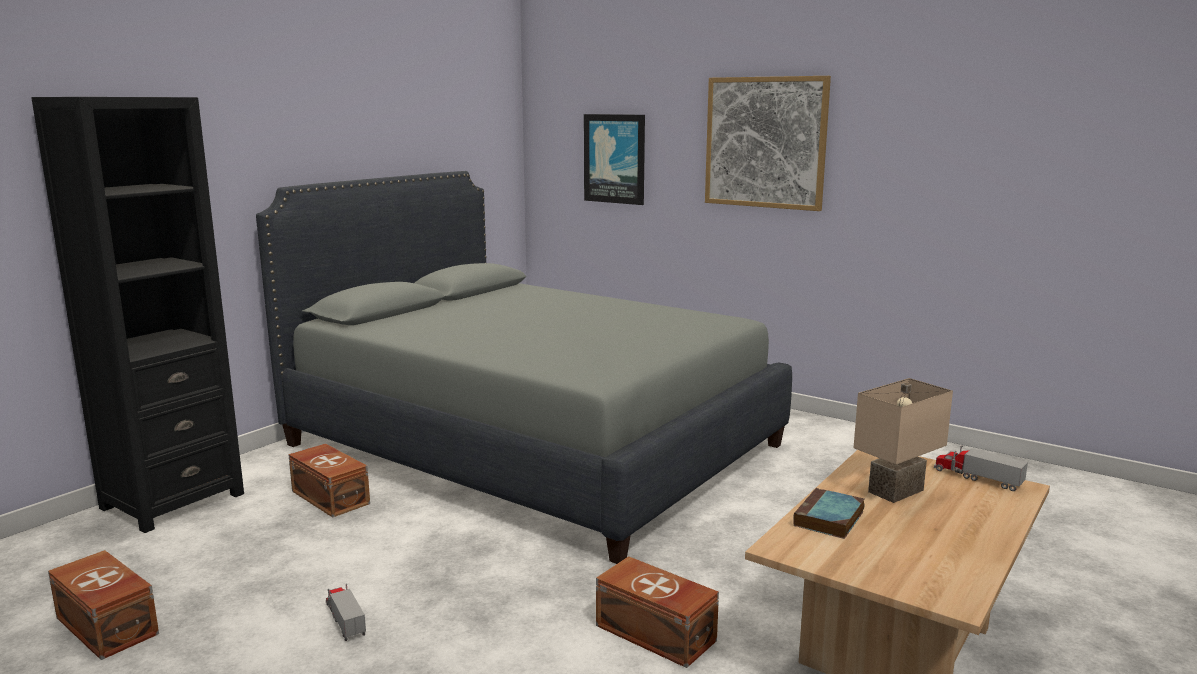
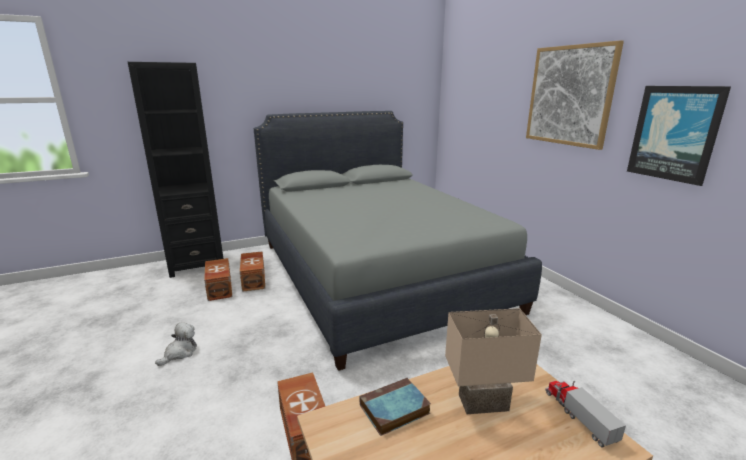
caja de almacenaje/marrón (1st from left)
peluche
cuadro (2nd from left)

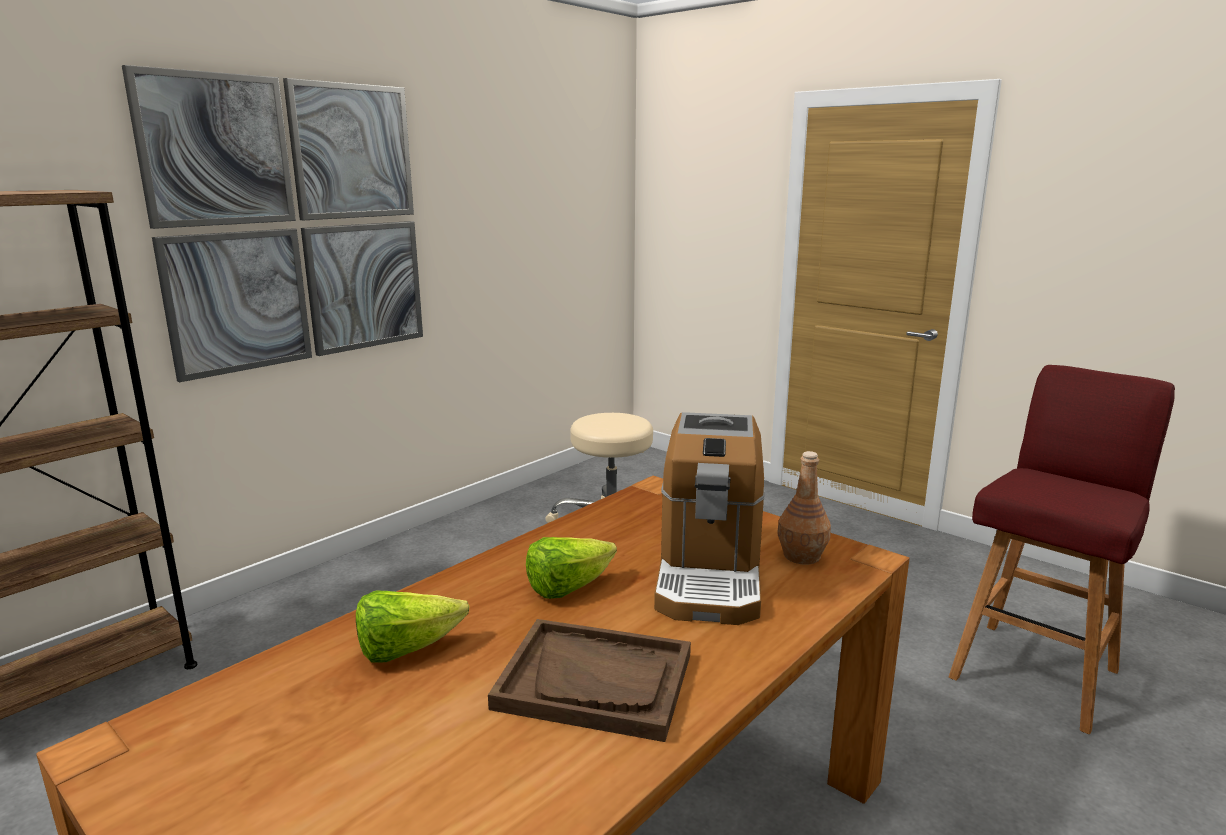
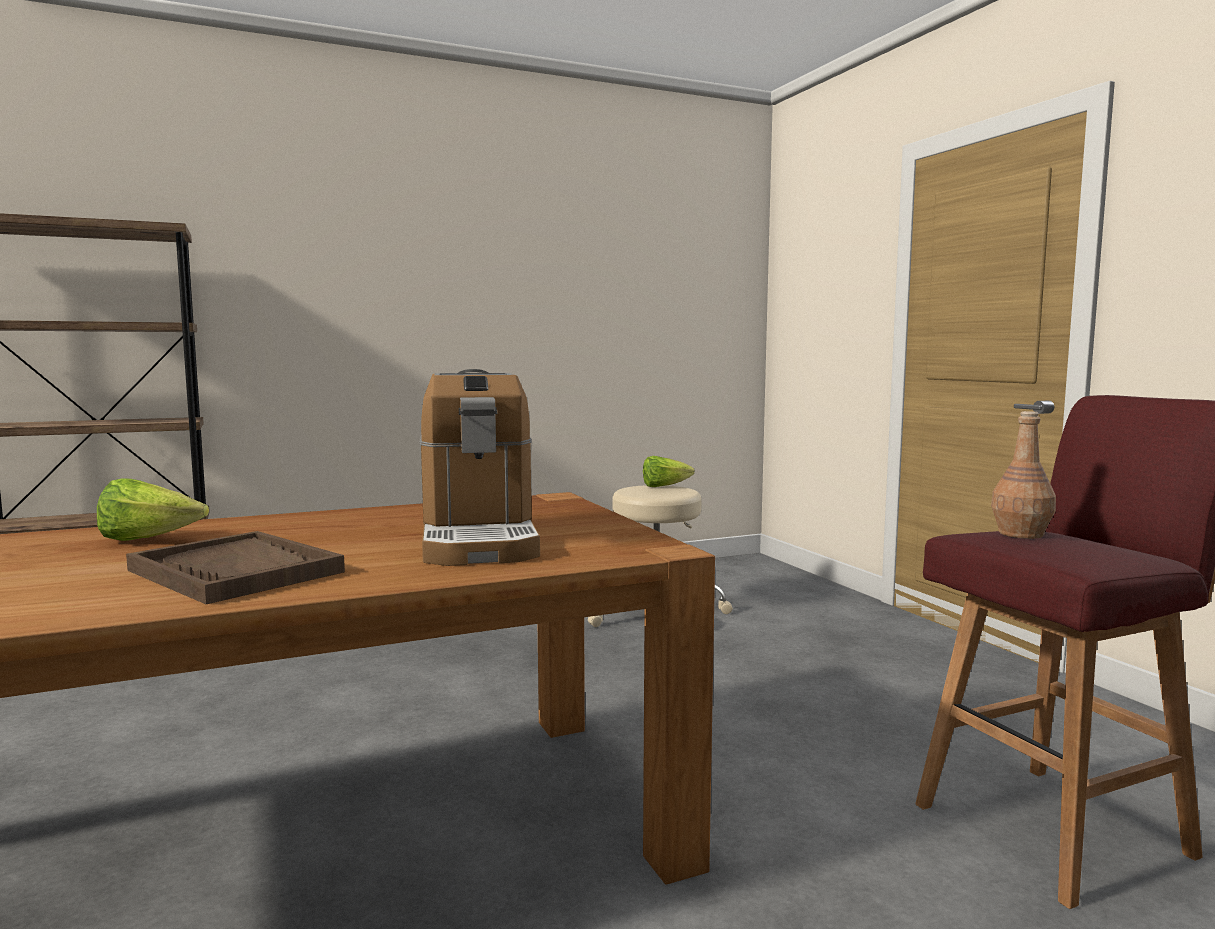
cuadro
lechuga (2nd from left)
cafetera
botella/marrón

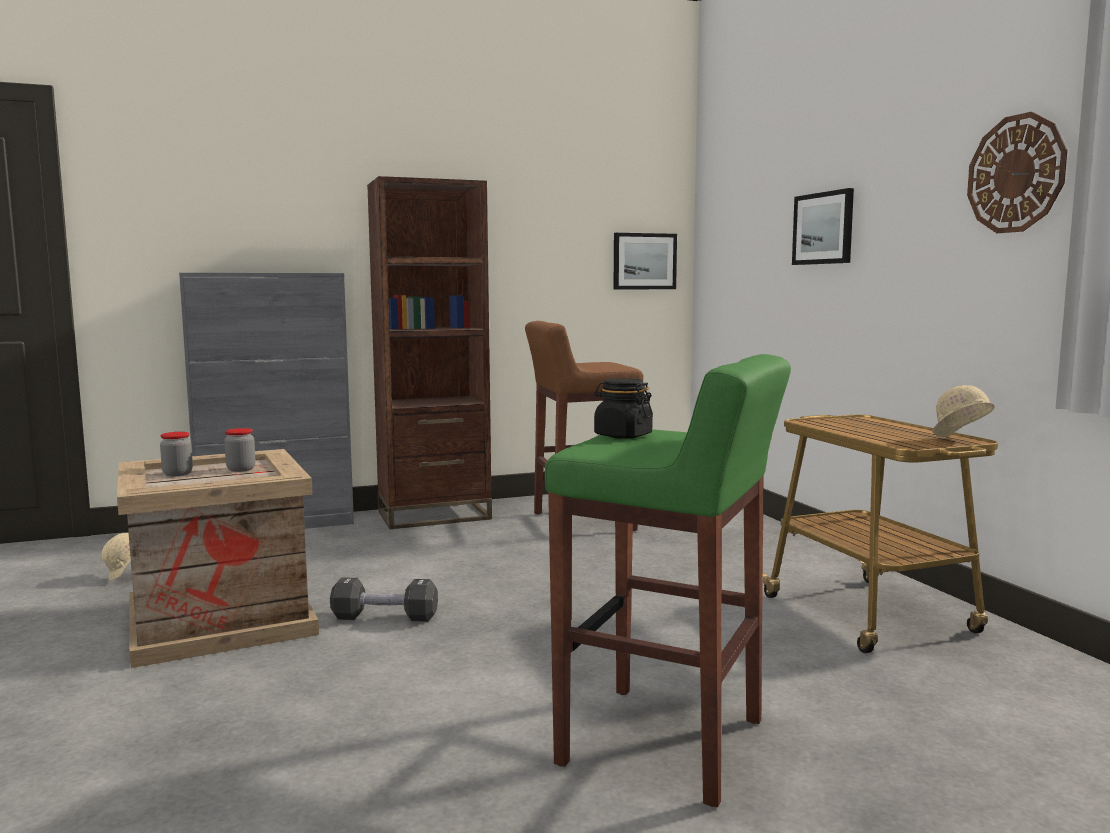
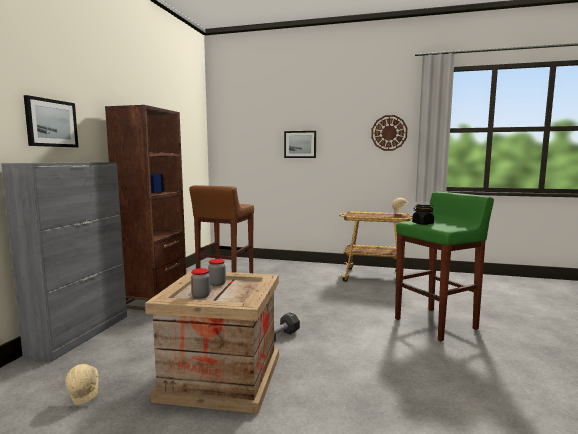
cuadro (1st from left)

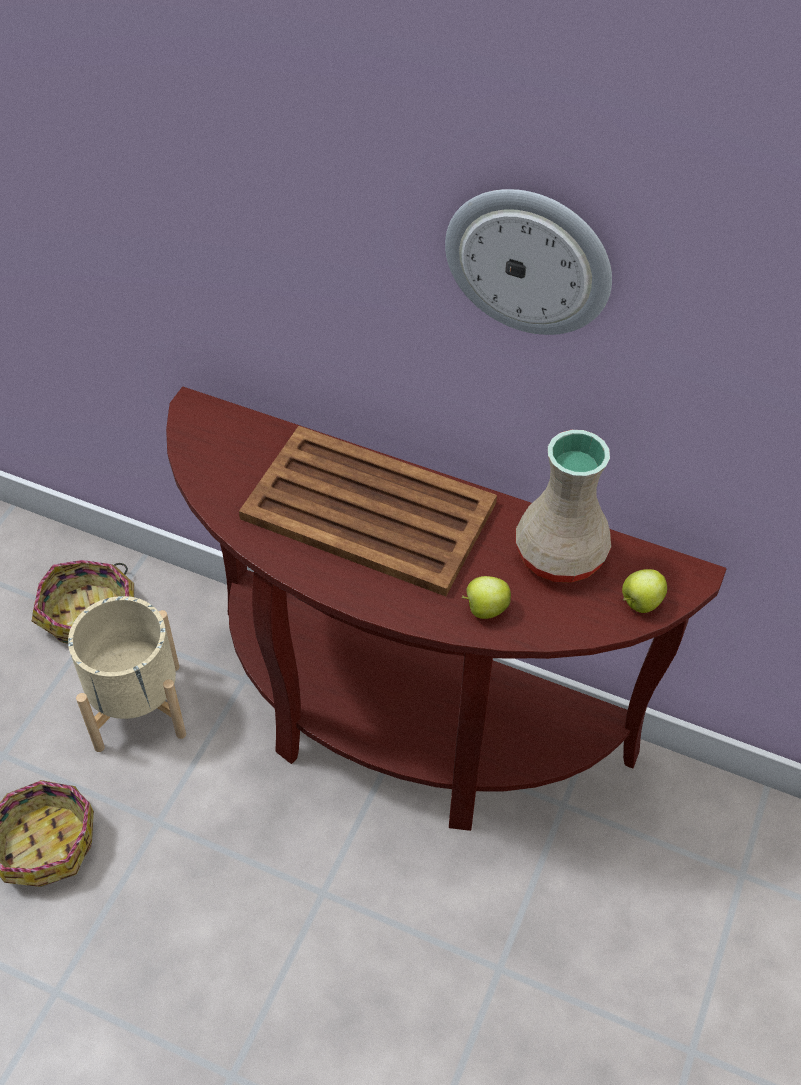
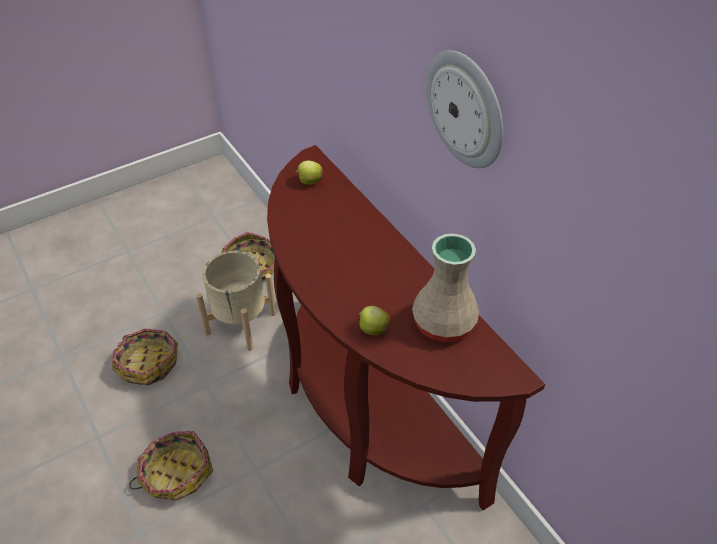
bandeja/marrón
manzana (1st from left)
cesta (2nd from left)

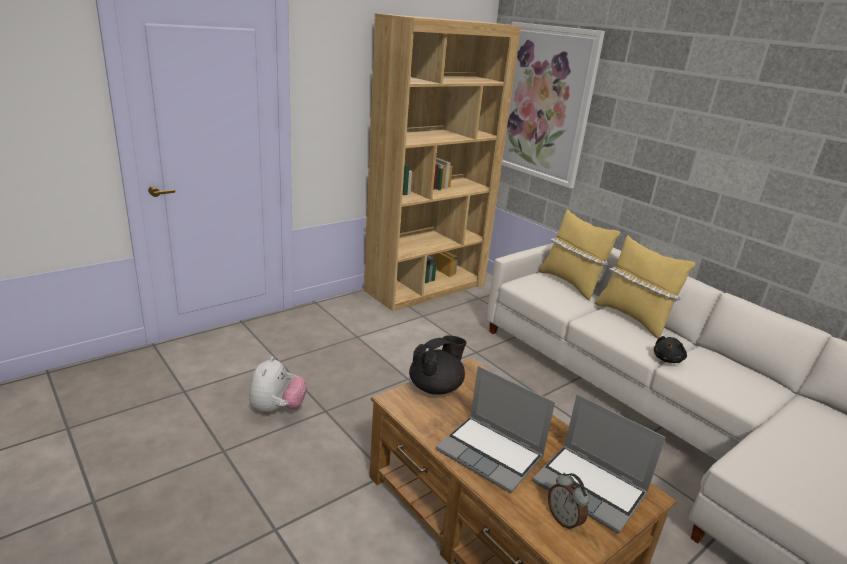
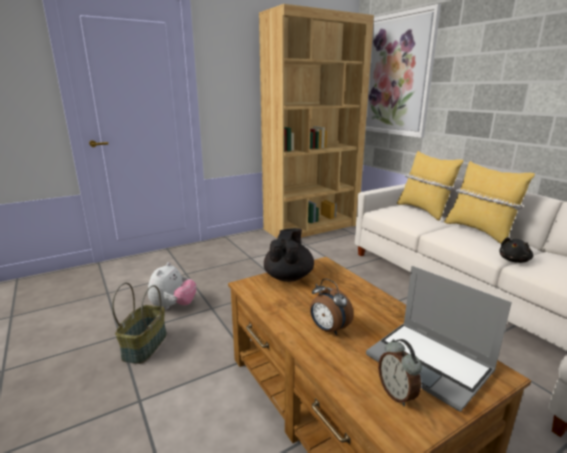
tetera/negro
despertador (1st from left)
cesta

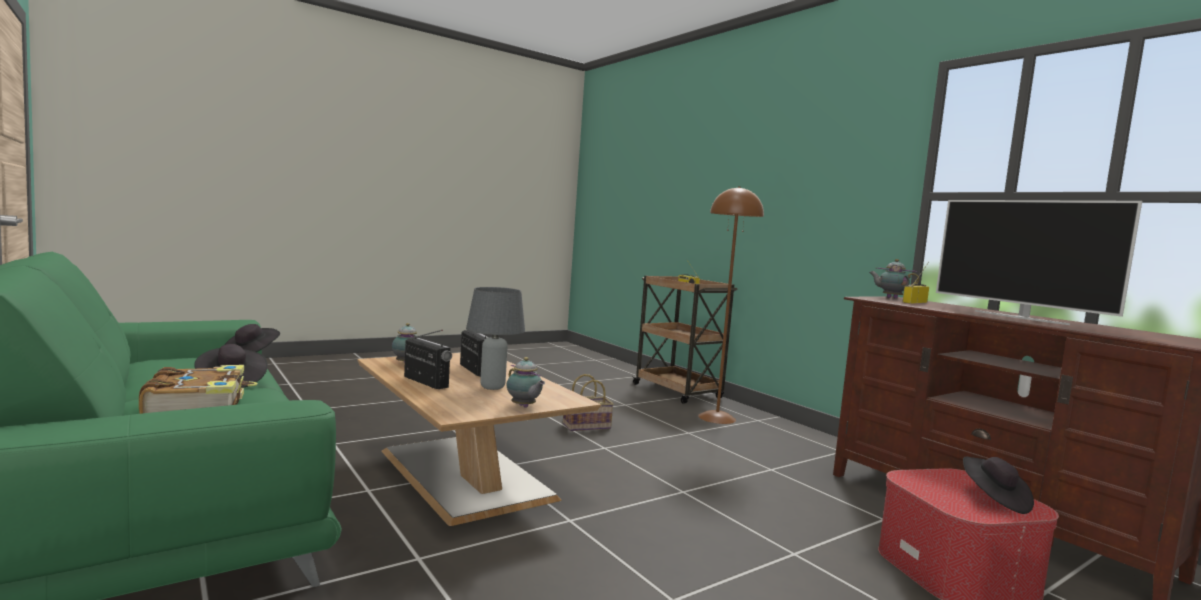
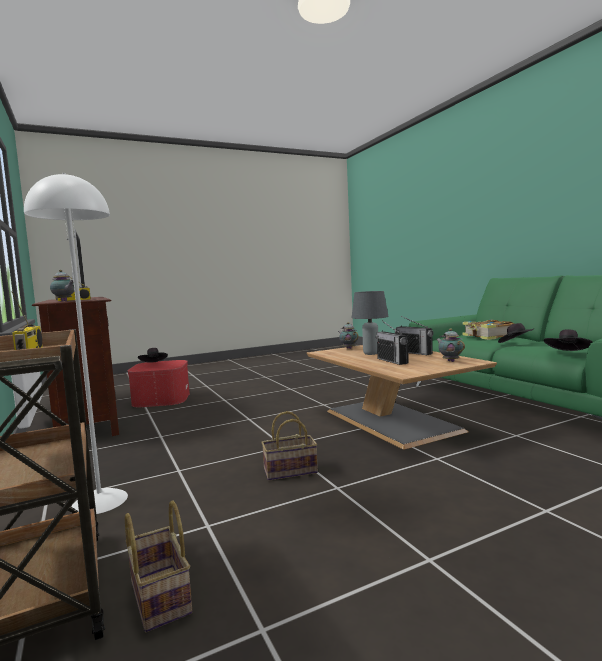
lámpara de pie/blanco
cesta (1st from left)

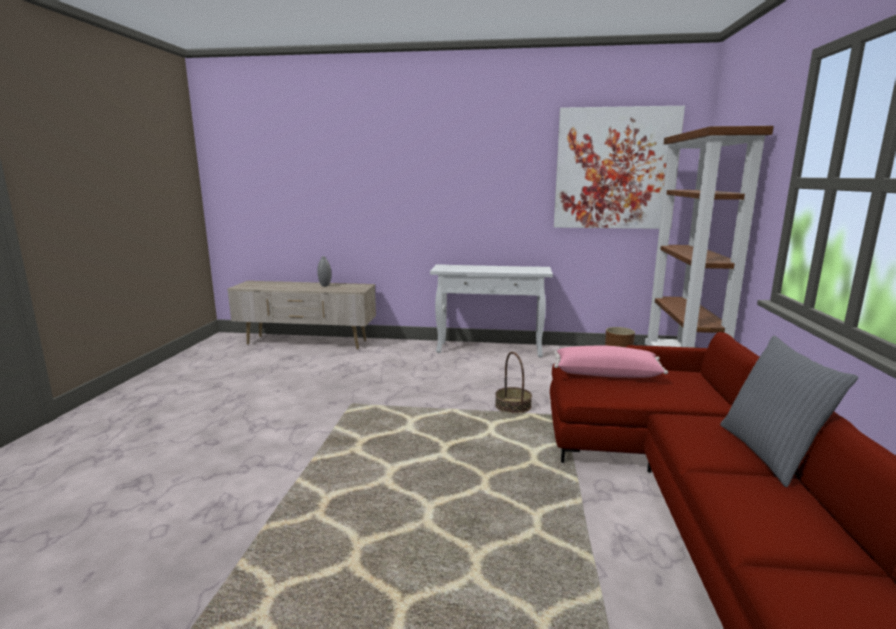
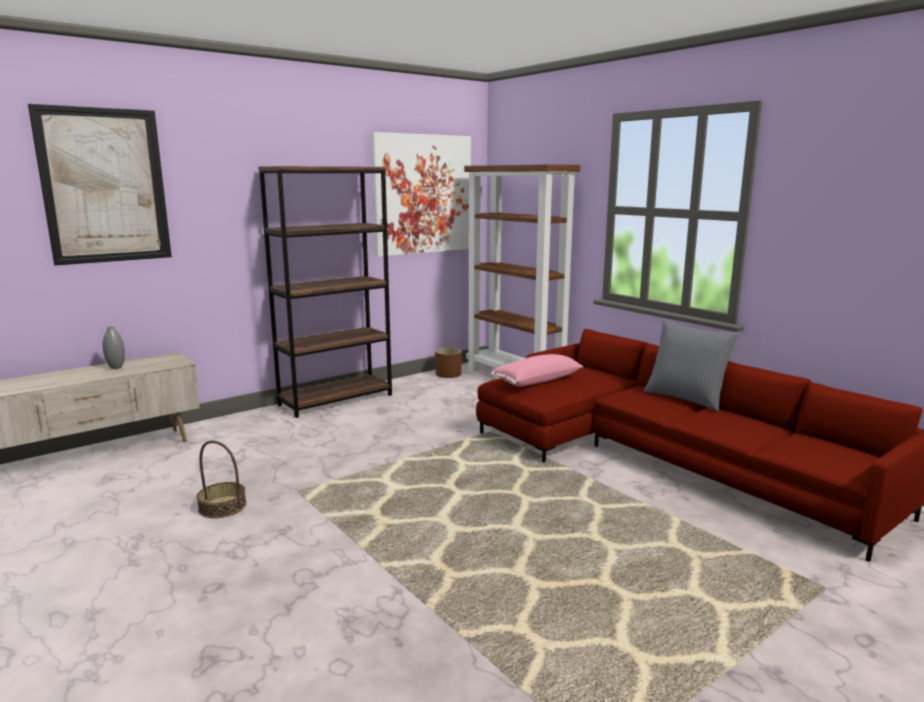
estantería/marrón (1st from left)
cesta
cuadro (1st from left)

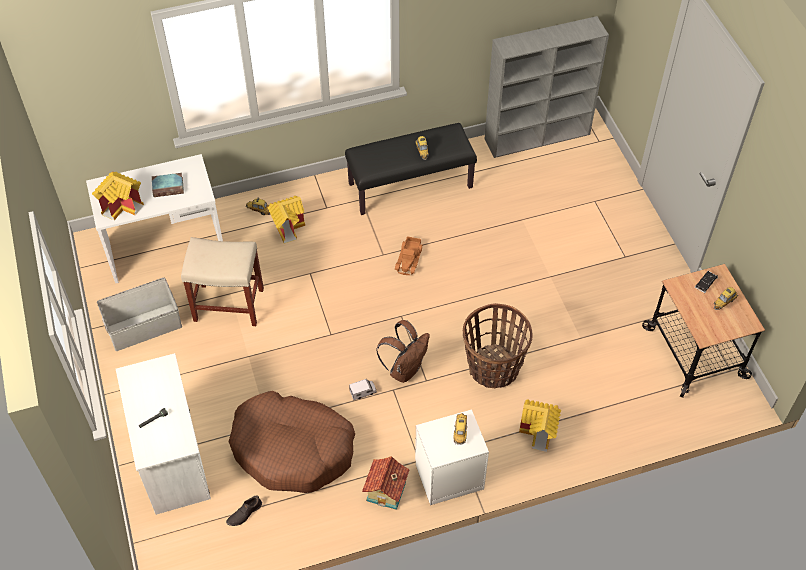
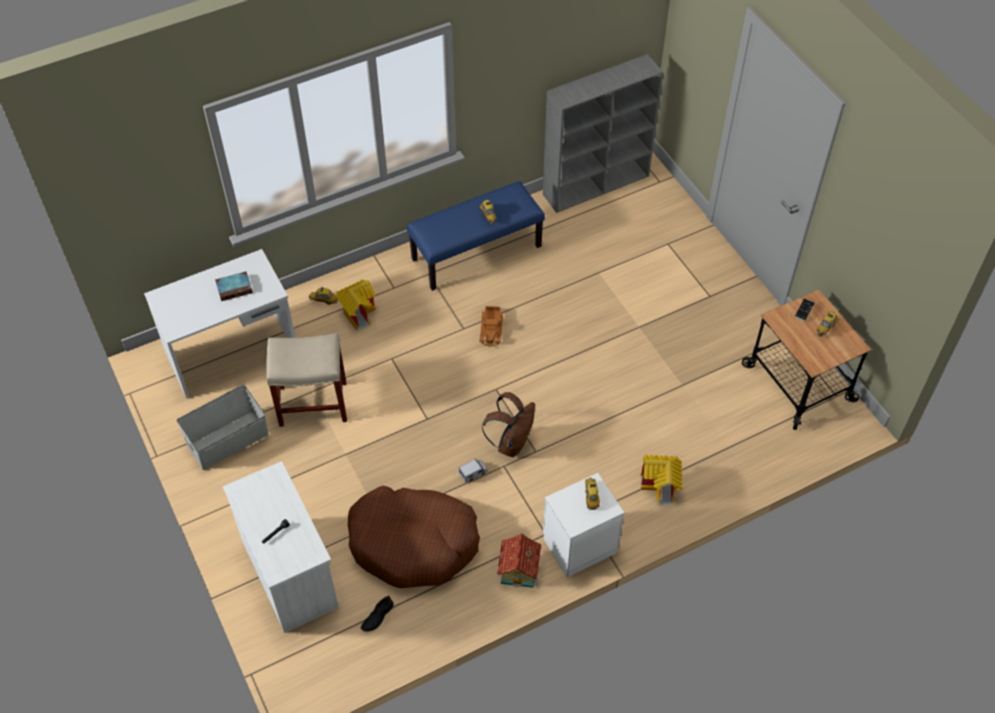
casita (1st from left in the first image)
banco/azul
cesta

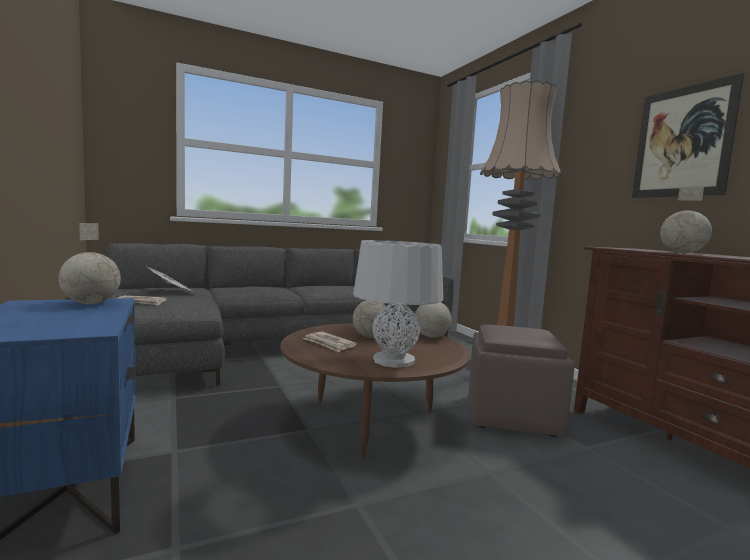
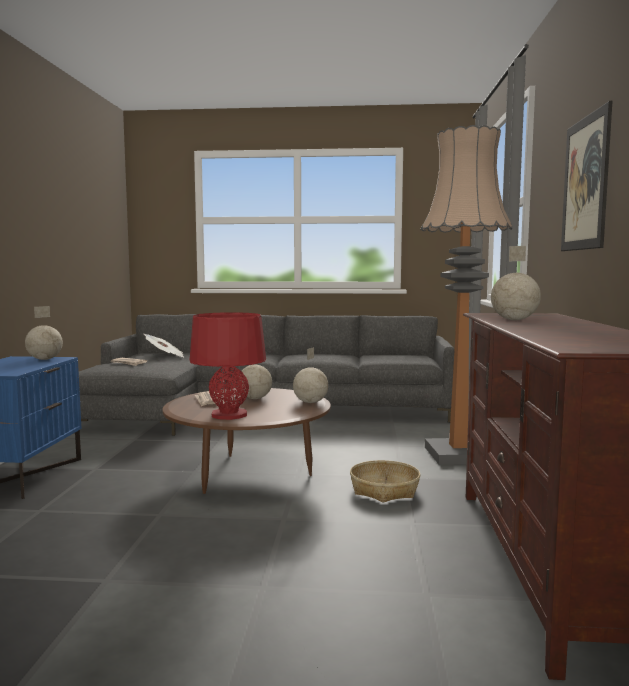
lámpara de mesa/rojo
cesta

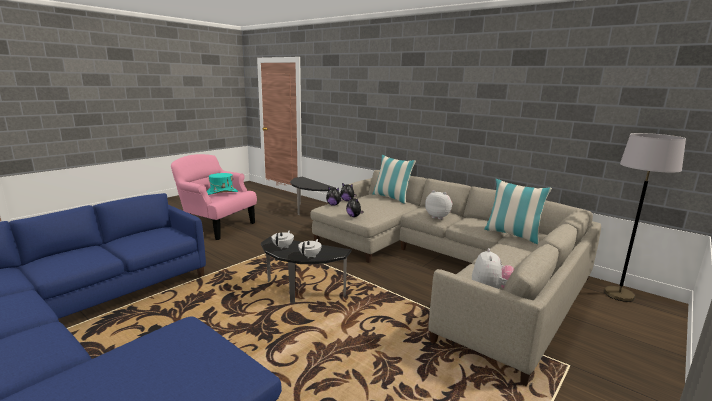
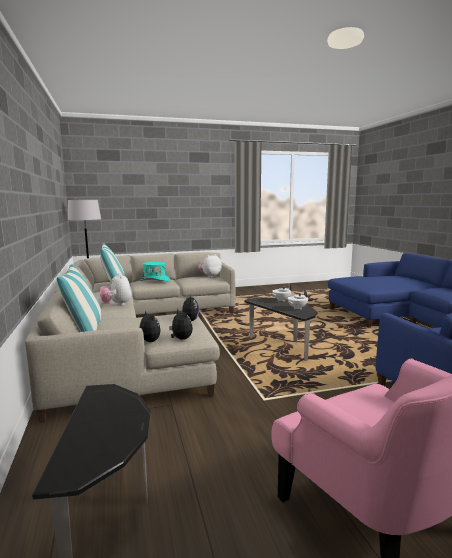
sombrero/turquesa

